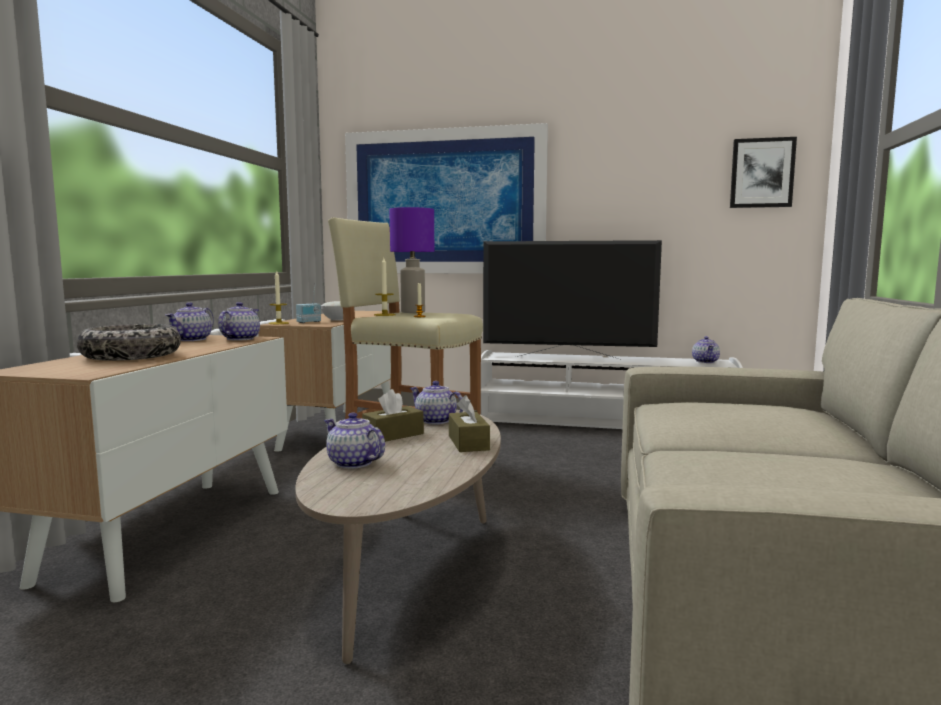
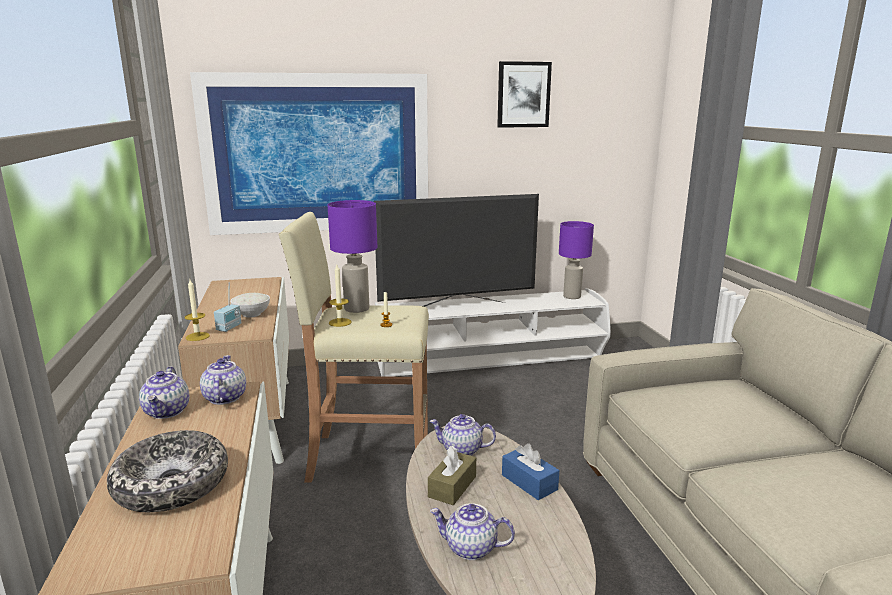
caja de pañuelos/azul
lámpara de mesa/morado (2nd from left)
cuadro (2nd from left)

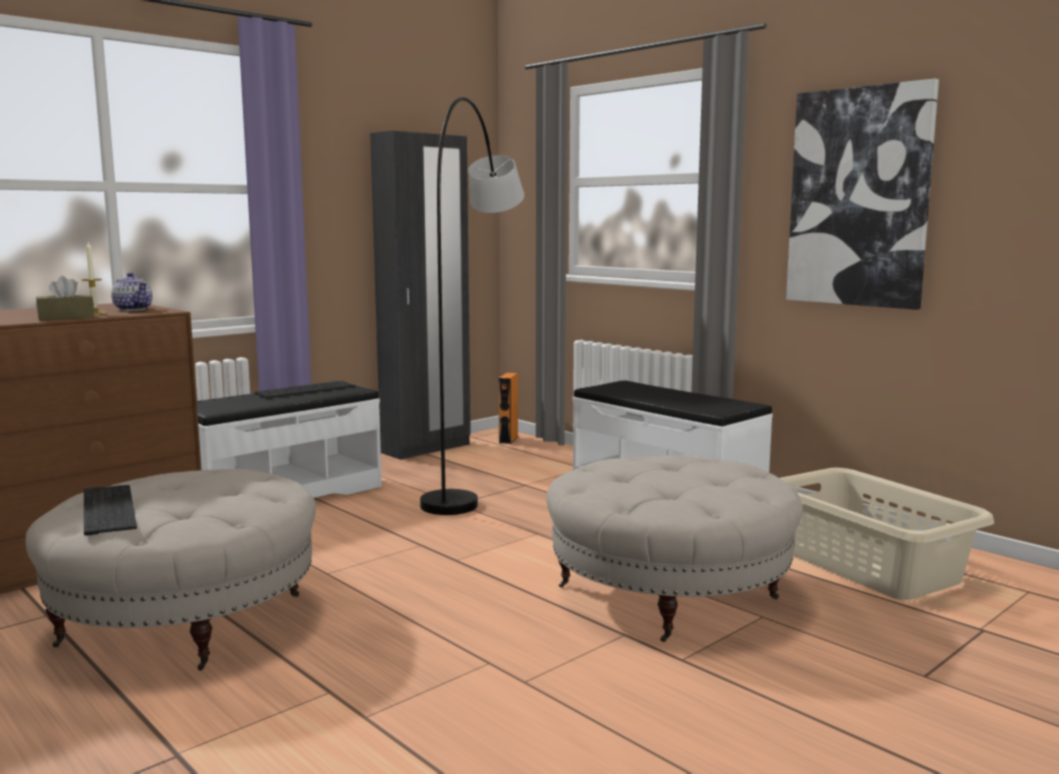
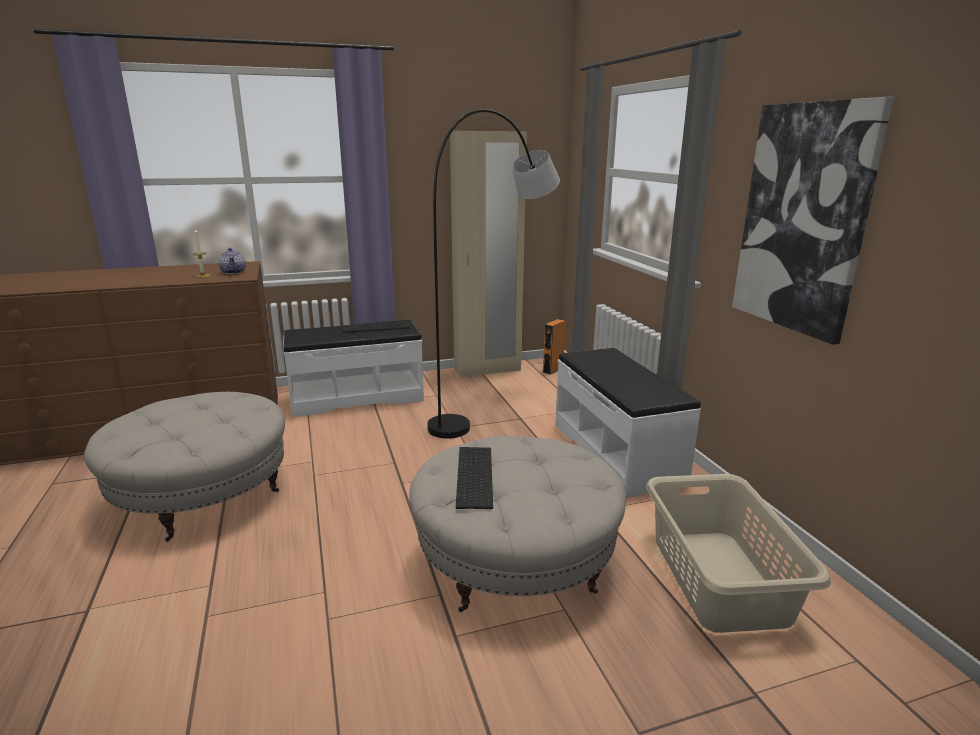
caja de pañuelos/marrón
teclado (2nd from left)
armario ropero/beis

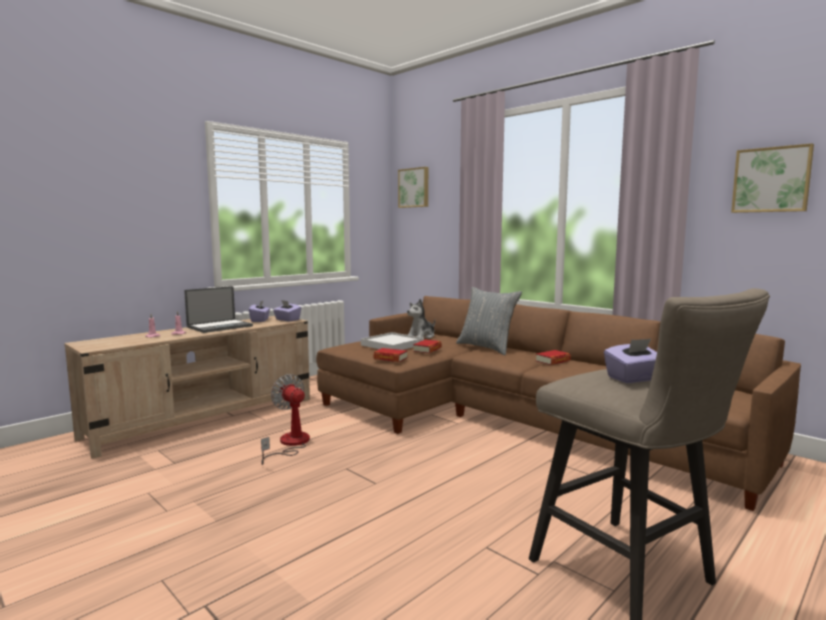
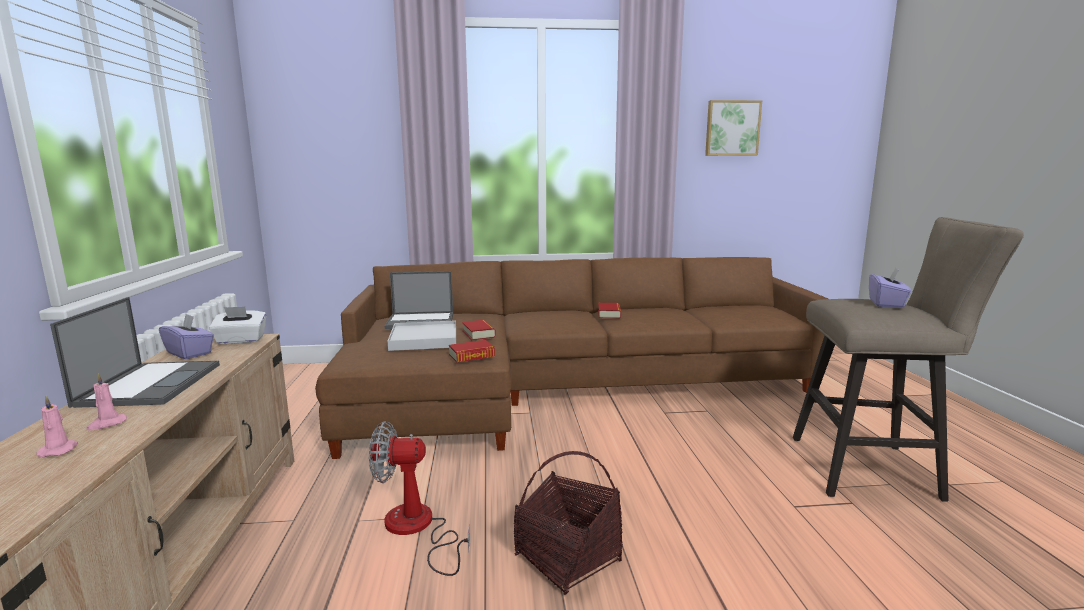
caja de pañuelos/blanco
cuadro (1st from left in the first image)
portátil (2nd from left)
cojín/gris
cesta

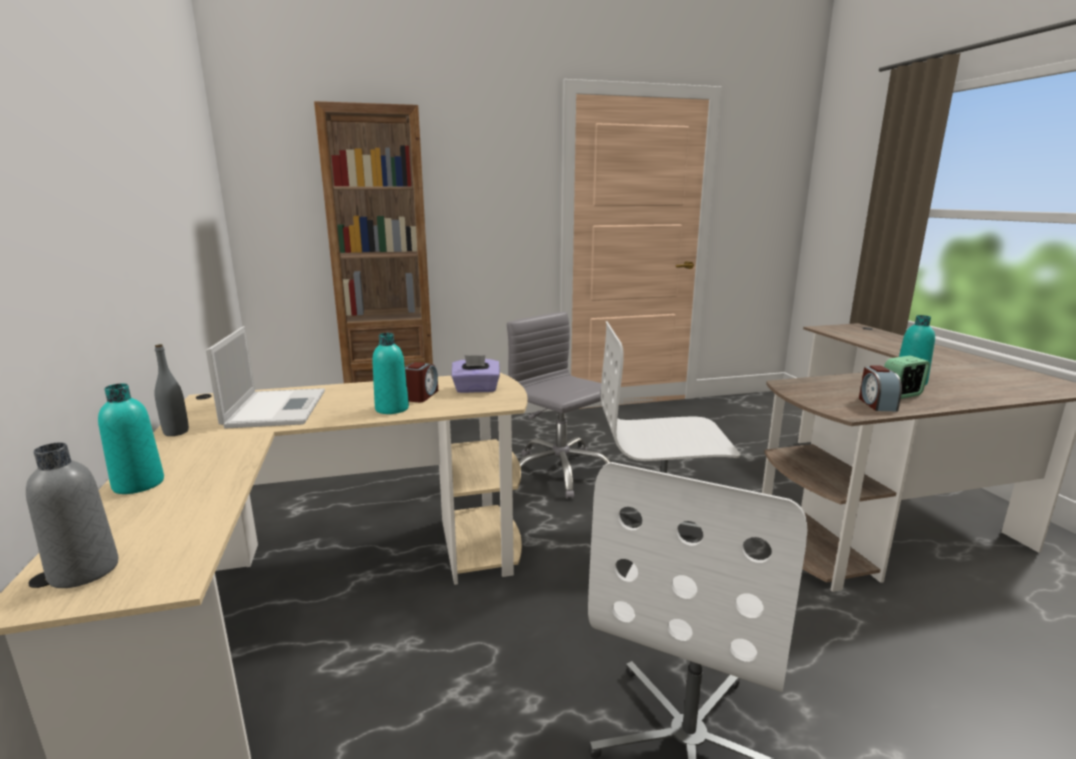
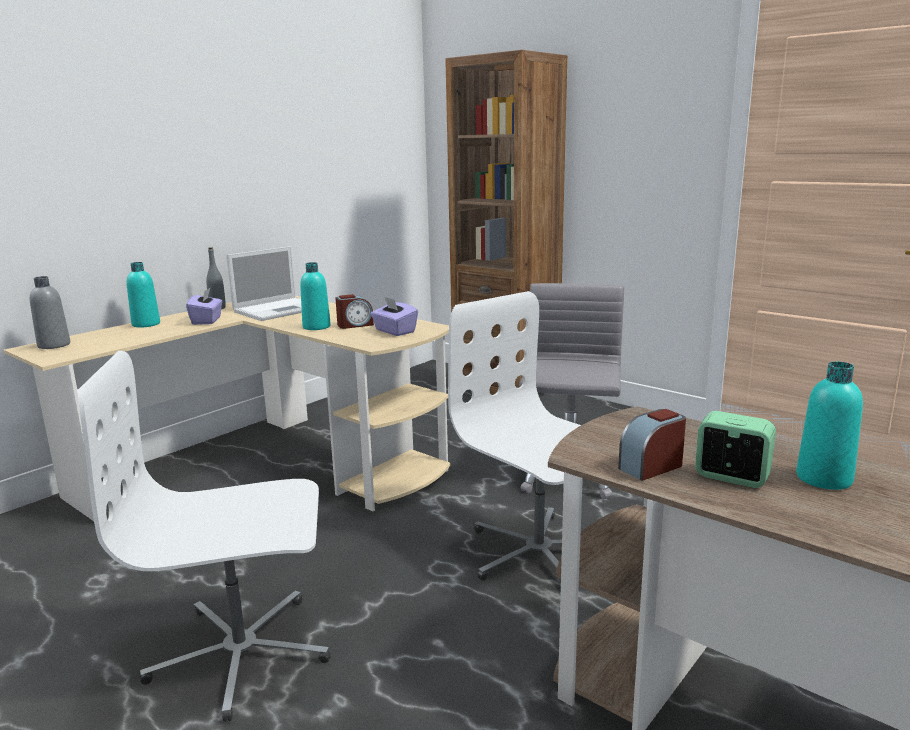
caja de pañuelos/morado (1st from left)

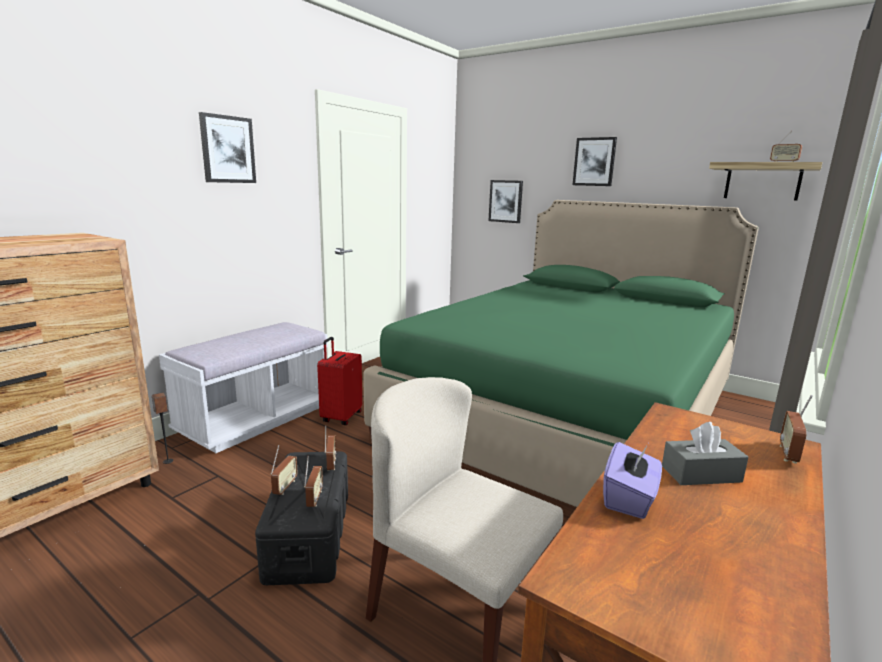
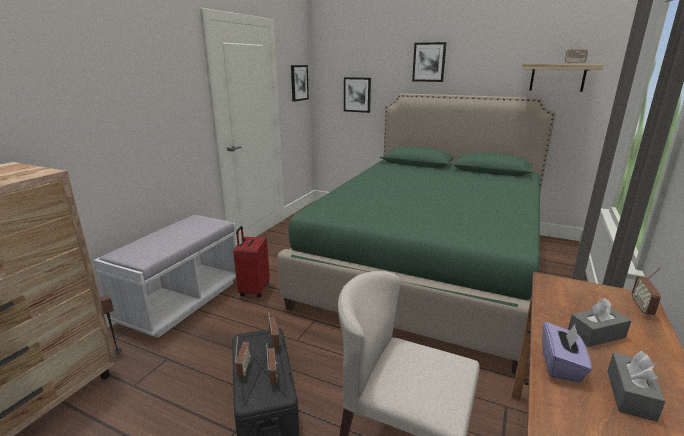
cuadro (1st from left)
caja de pañuelos/gris (2nd from left)

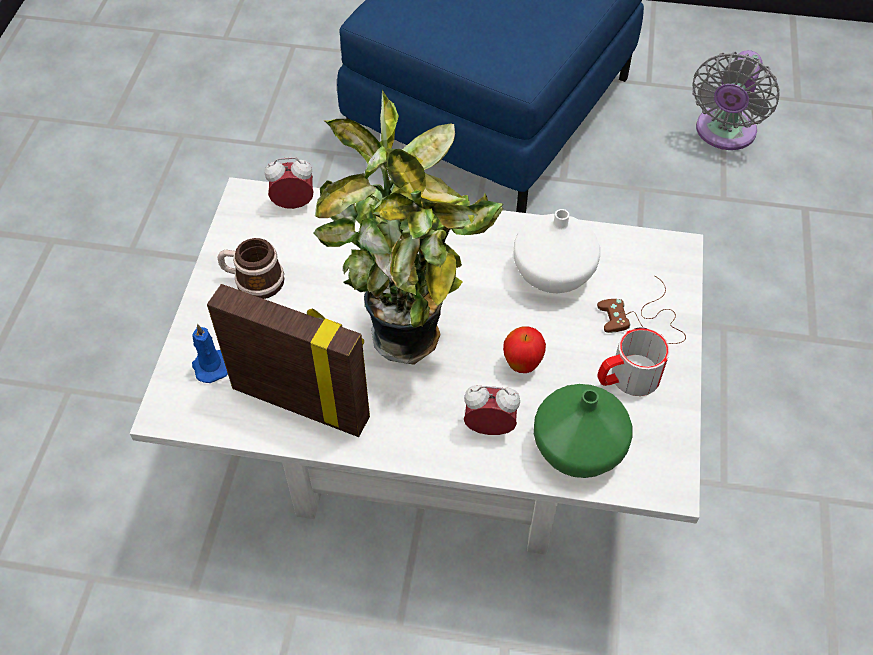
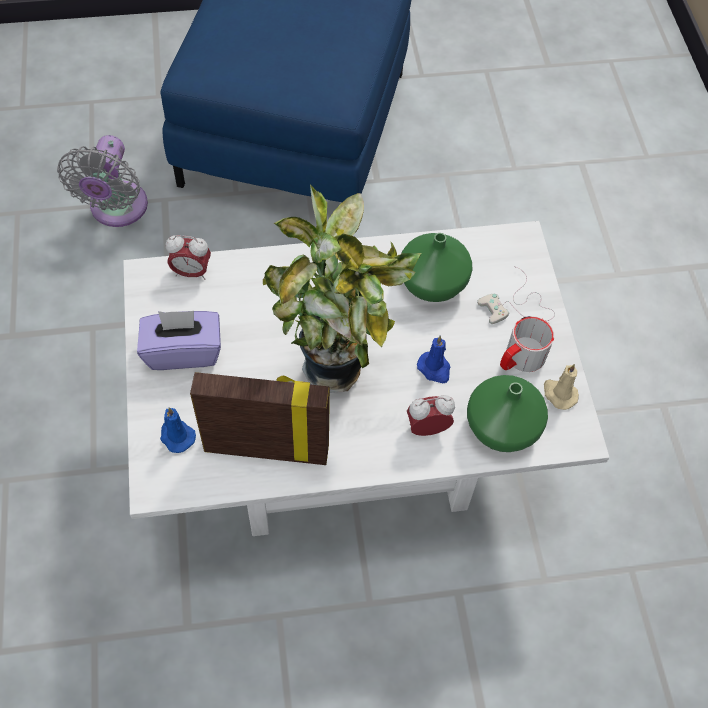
caja de pañuelos/morado
despertador (1st from left)
vela/azul (2nd from left)
florero/verde (1st from left)
mando de consola/blanco
ventilador/gris
vela/beis

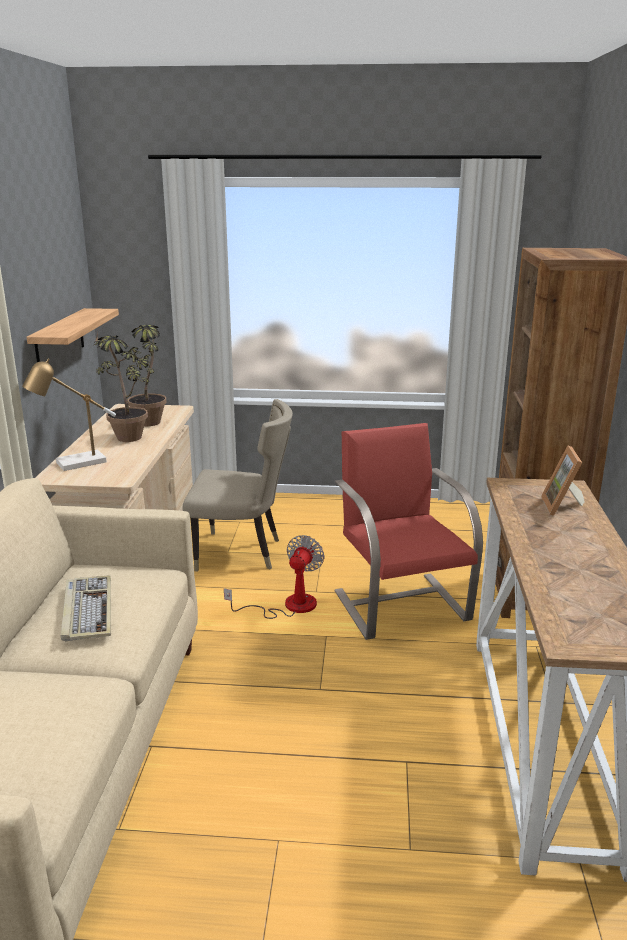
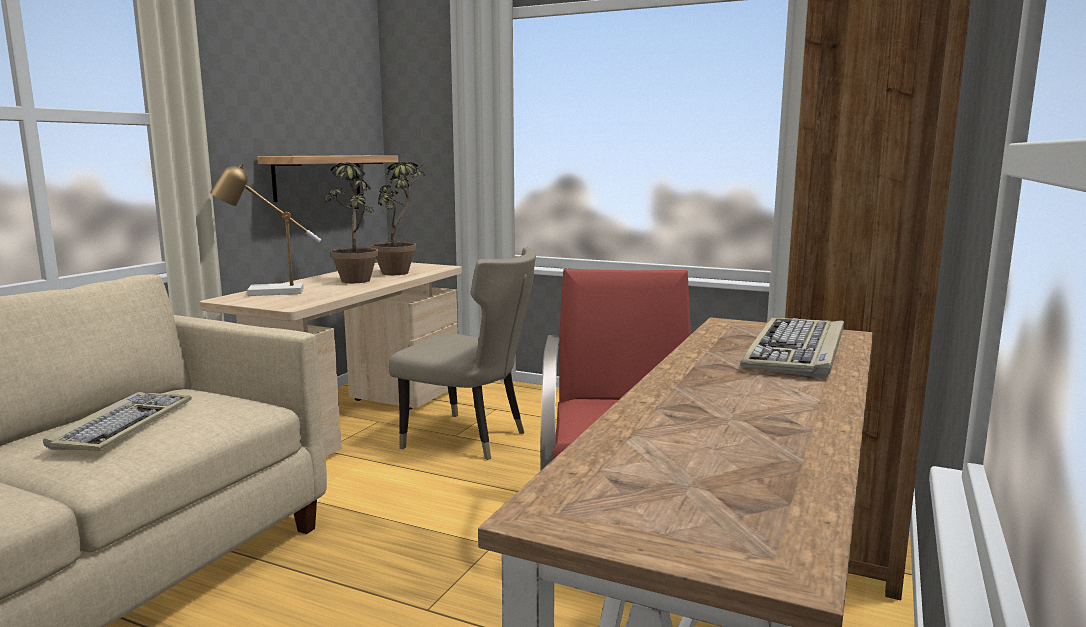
ventilador
teclado (2nd from left)

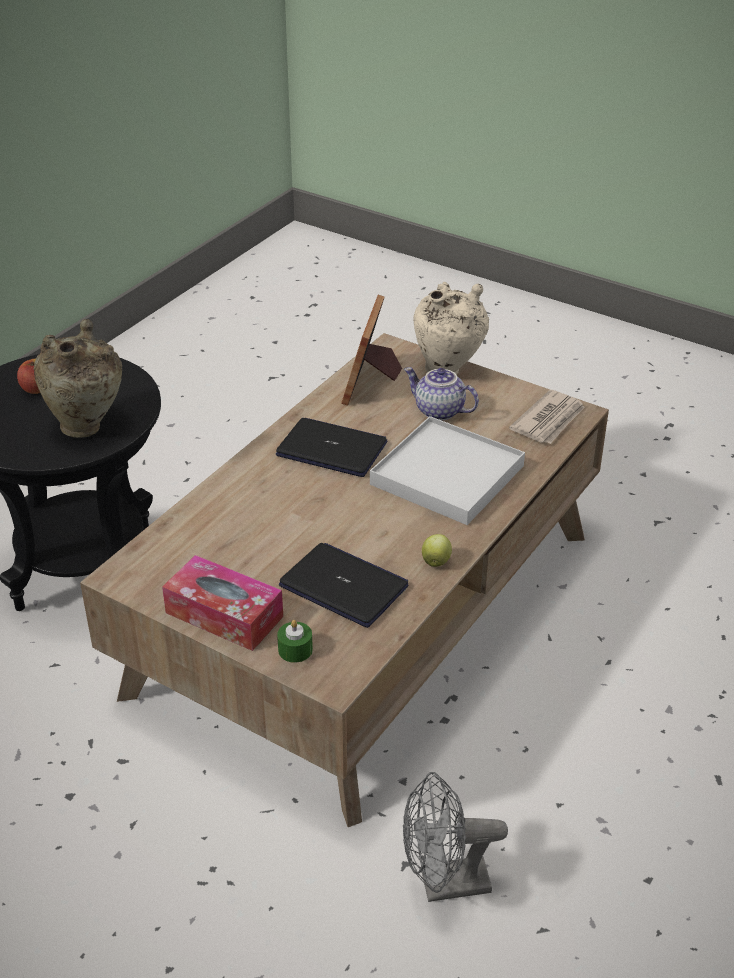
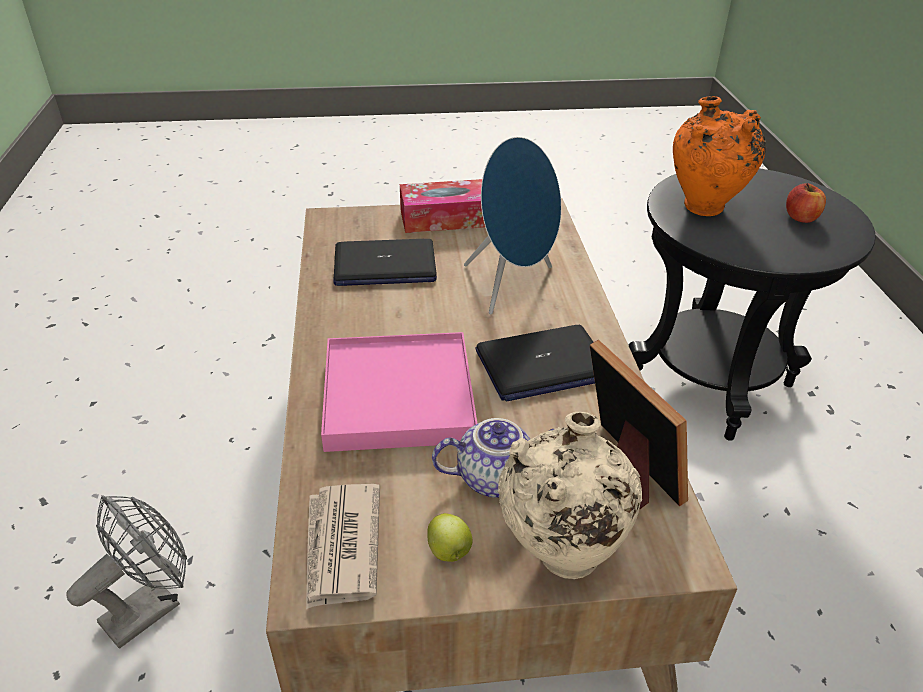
florero/naranja
vela/verde
bandeja/rosa
ventilador/gris
manzana (1st from left)
altavoz/azul

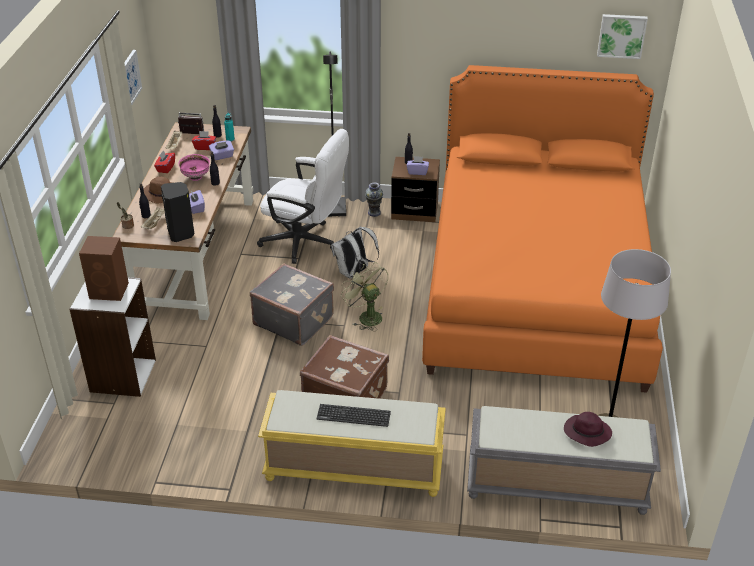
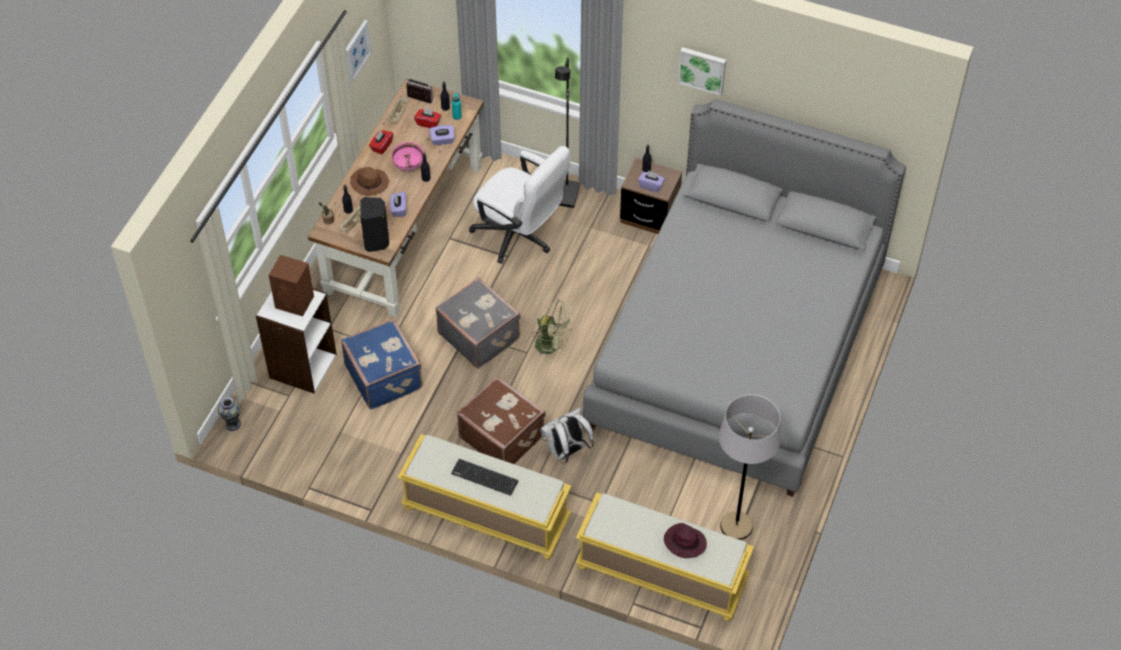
mochila/blanco
ventilador/verde
florero
cama/gris
banco/amarillo (2nd from left)
cuadro (2nd from left)
maleta/azul

